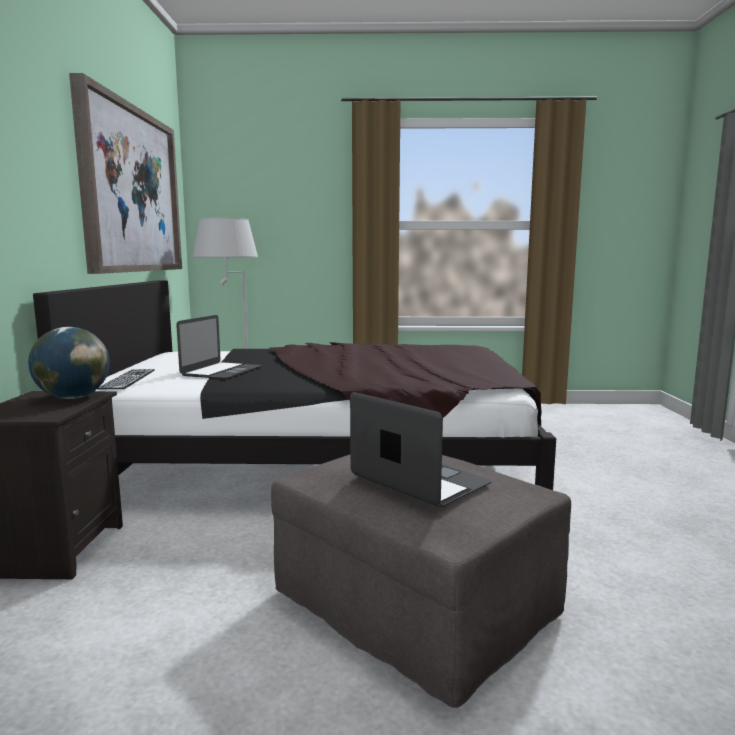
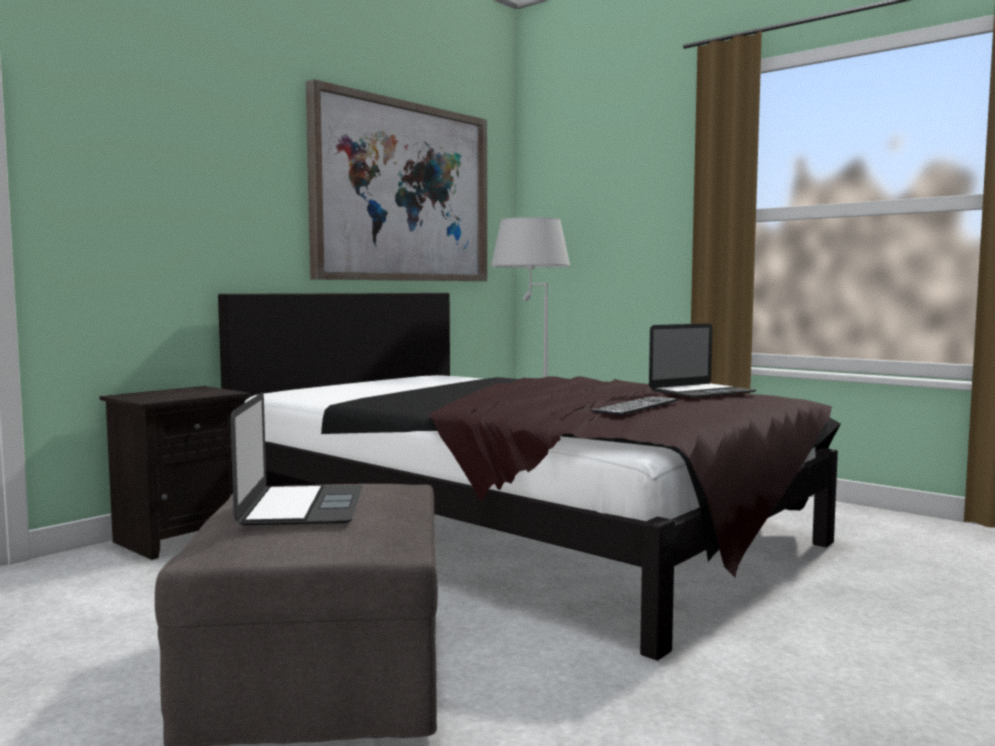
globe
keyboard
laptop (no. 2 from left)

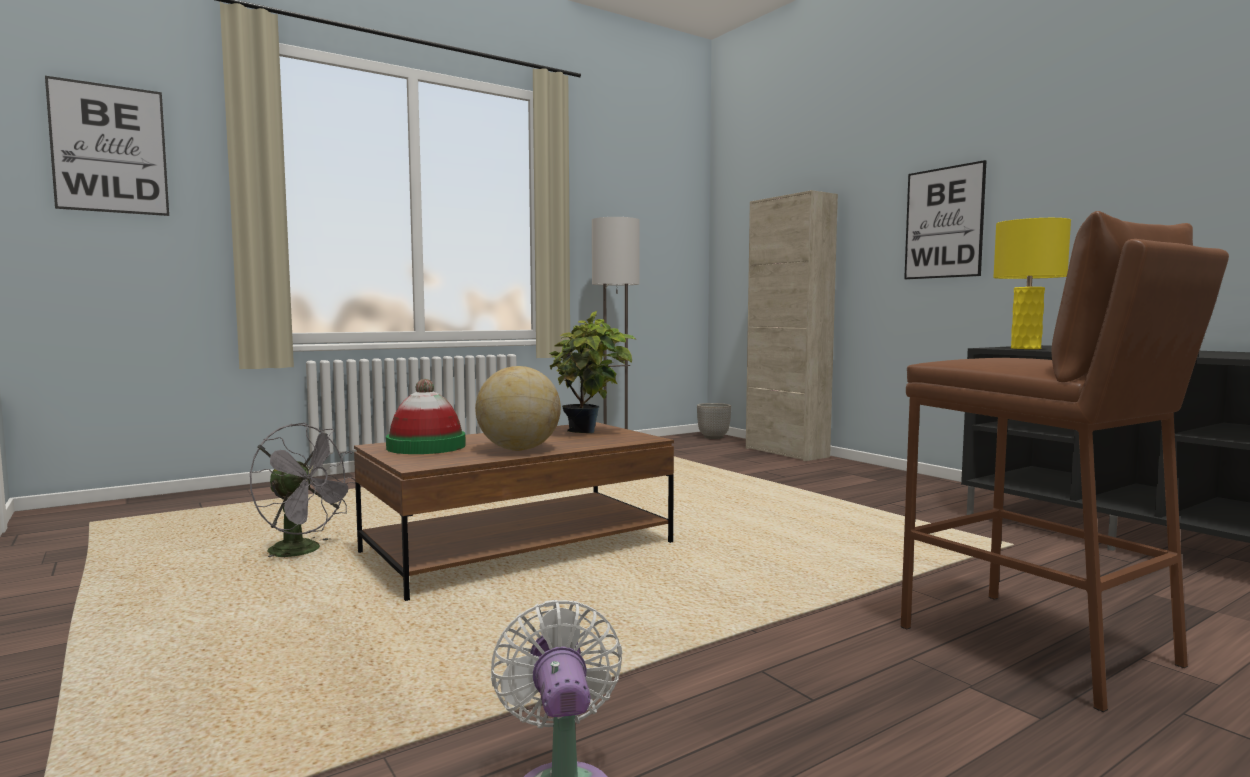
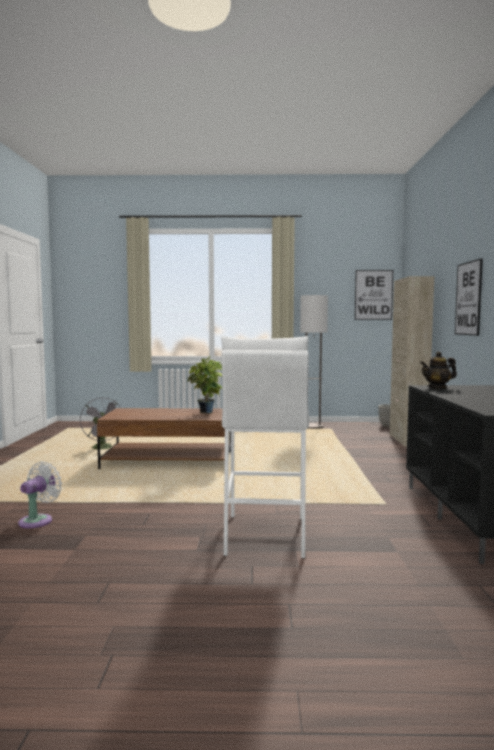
clothing_hat
globe
picture (no. 1 from left)
tea_pot
white_stool

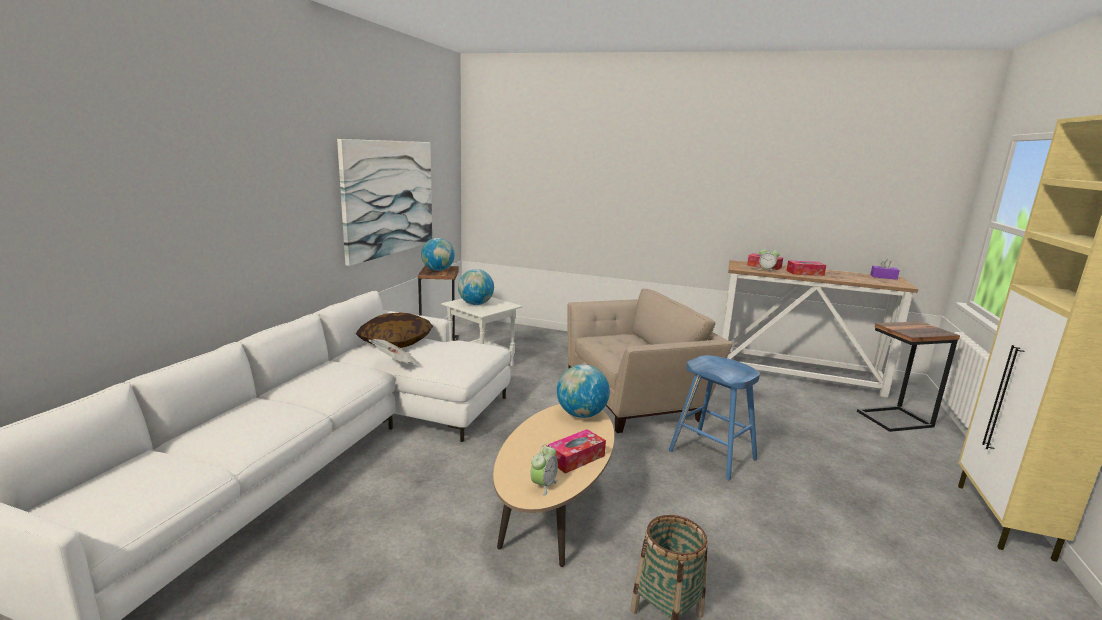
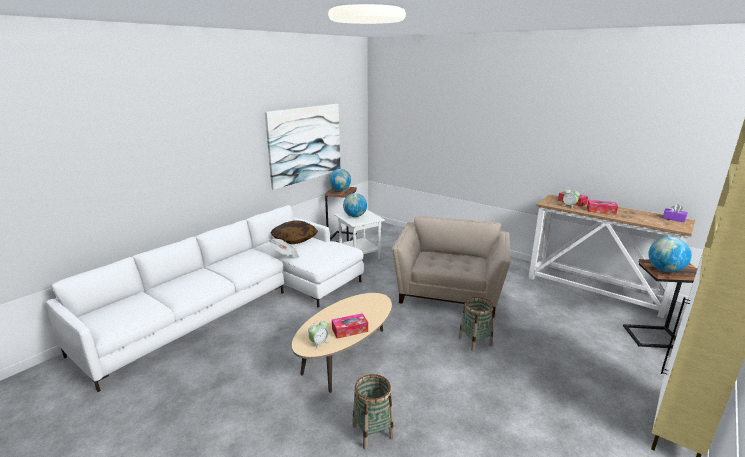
globe (no. 3 from left)
household_basket (no. 2 from left)
sand-coloured_lounge_chair

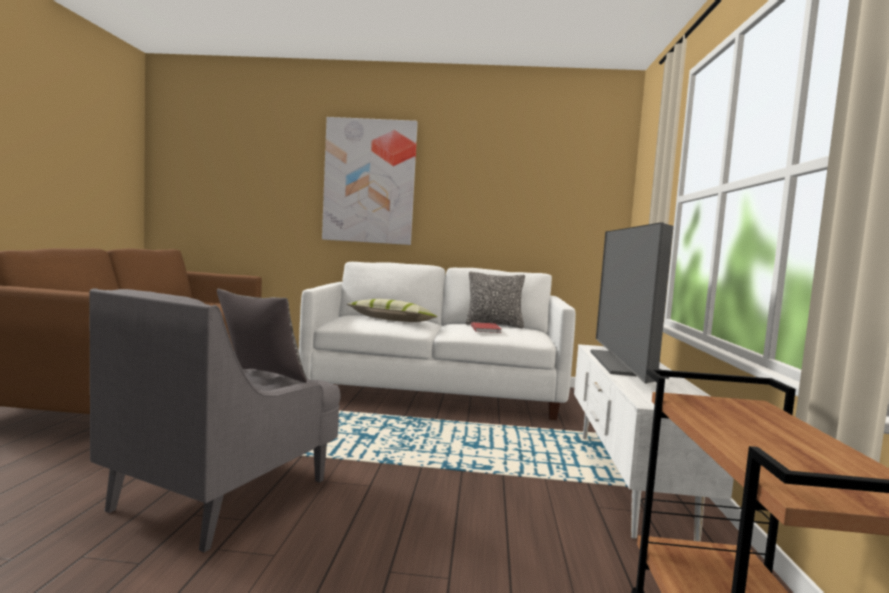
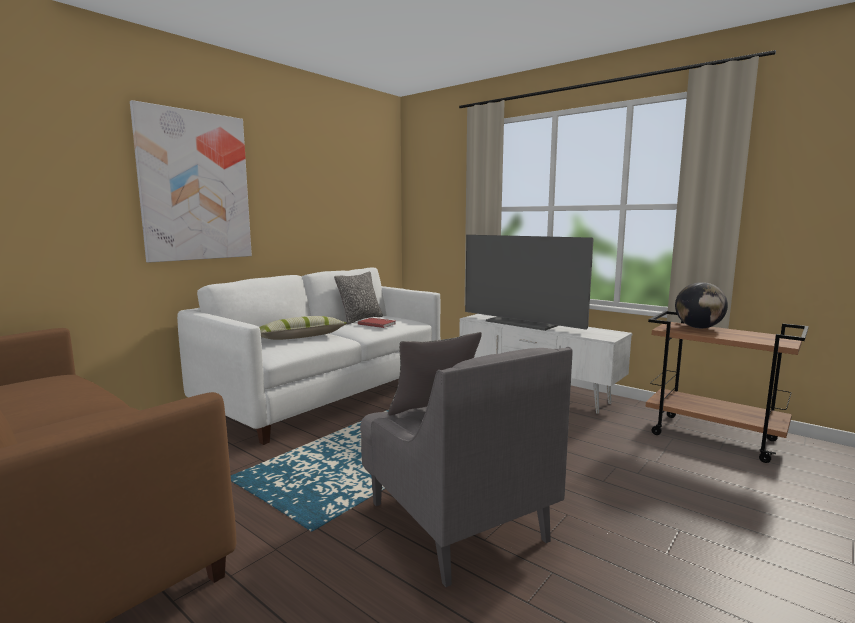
globe

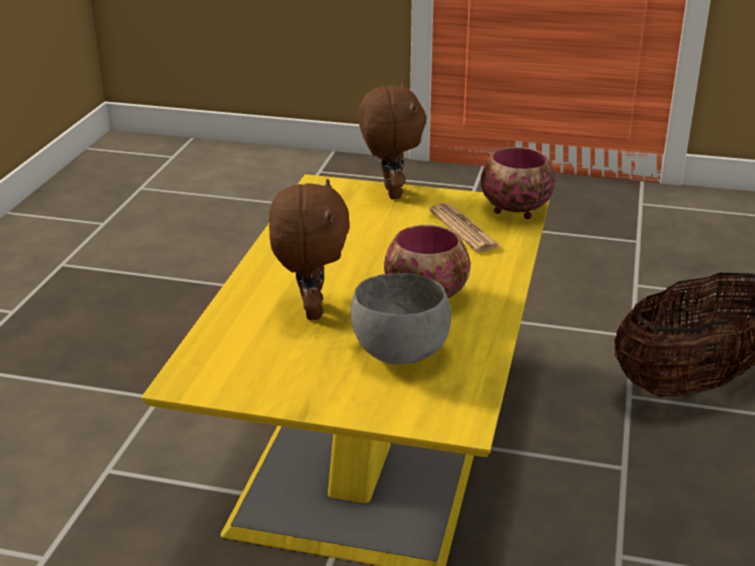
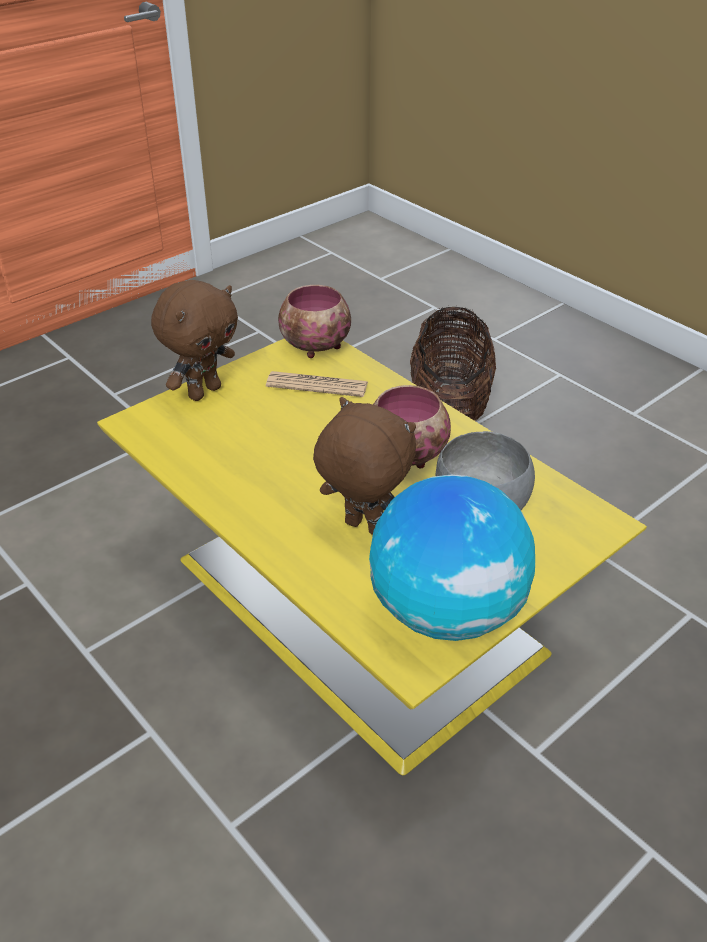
globe
brown-coloured_cuddly_toy (no. 1 from left)

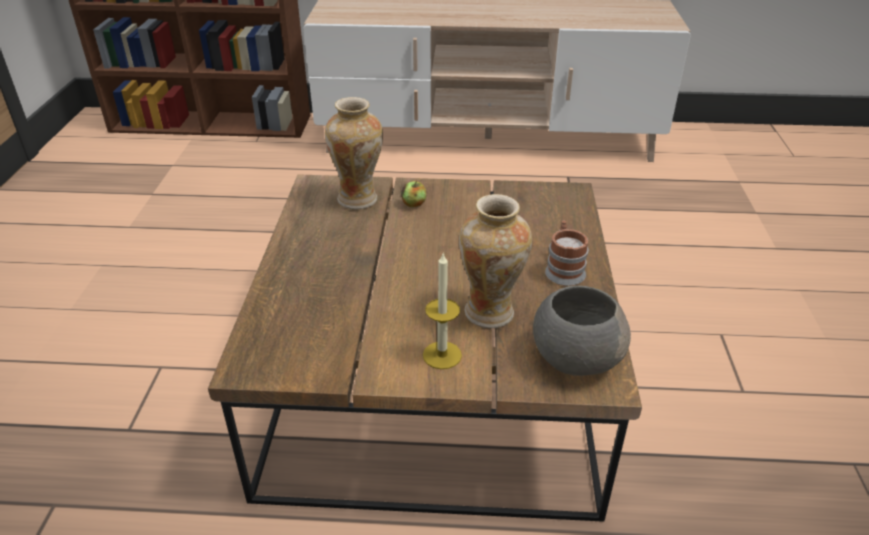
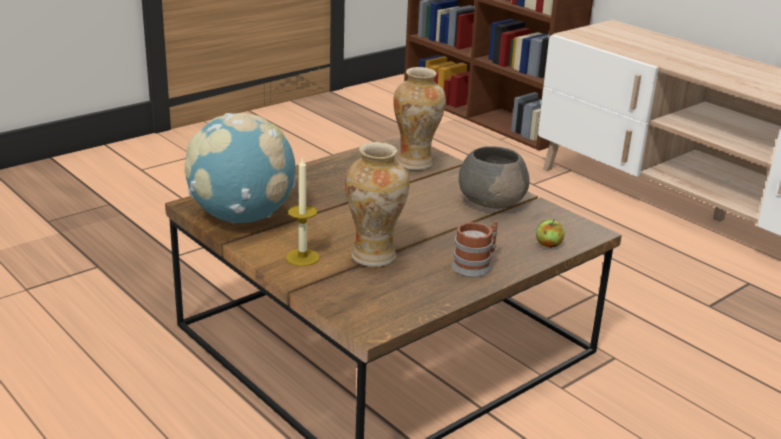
globe
apple_fruit
grey_bowl

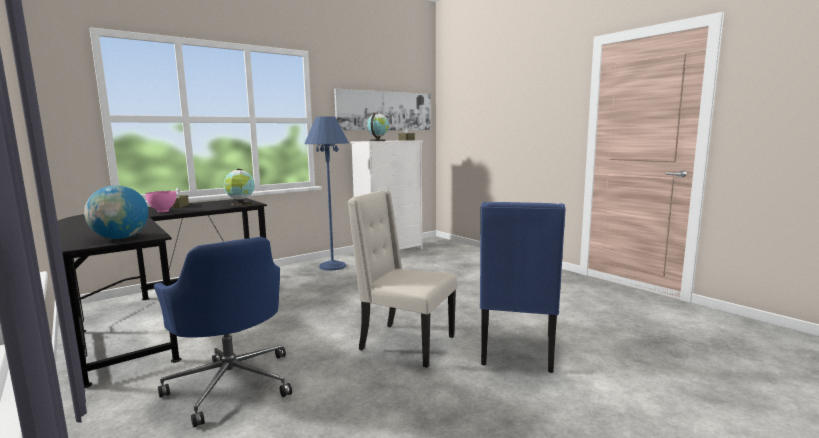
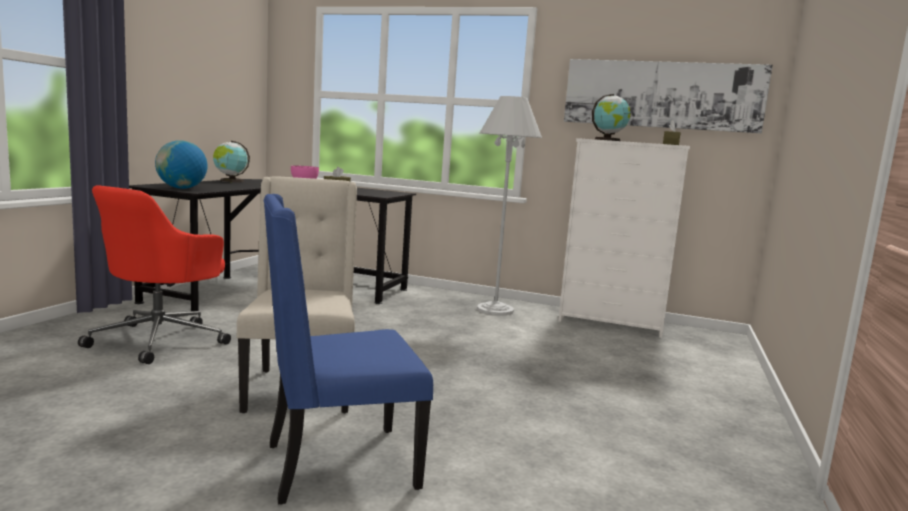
globe (no. 2 from left)
reddish_office_chair
white_floor_lamp

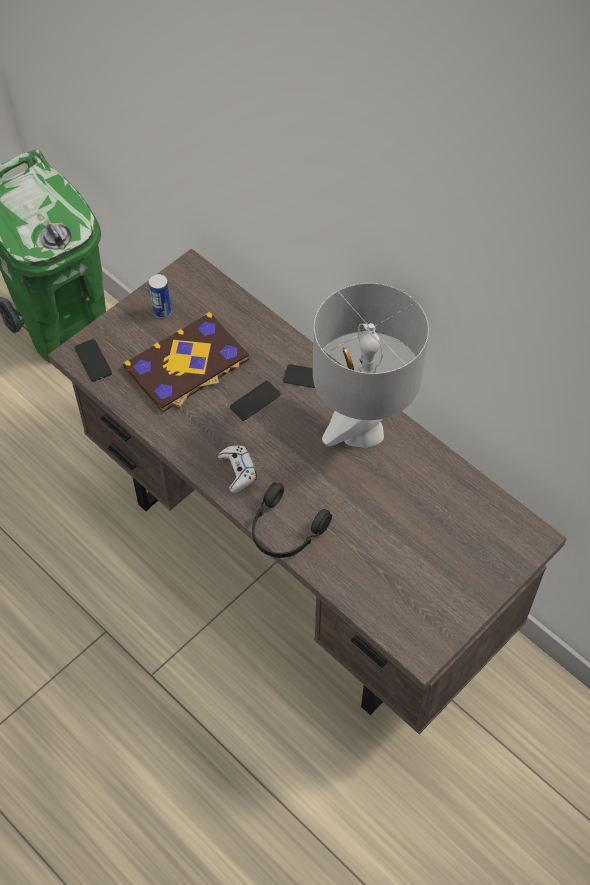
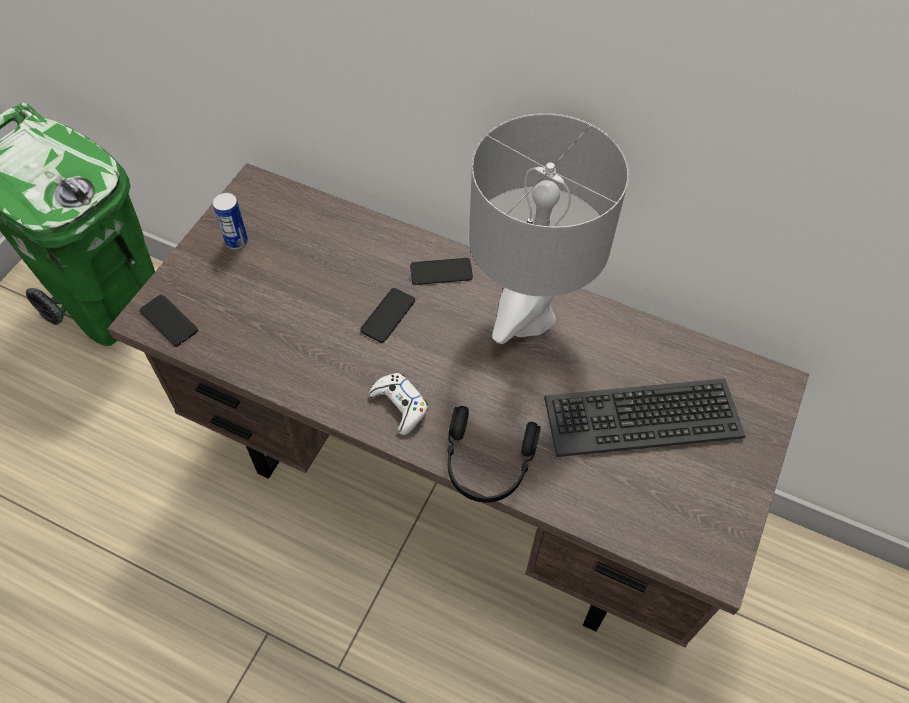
bound_book
keyboard

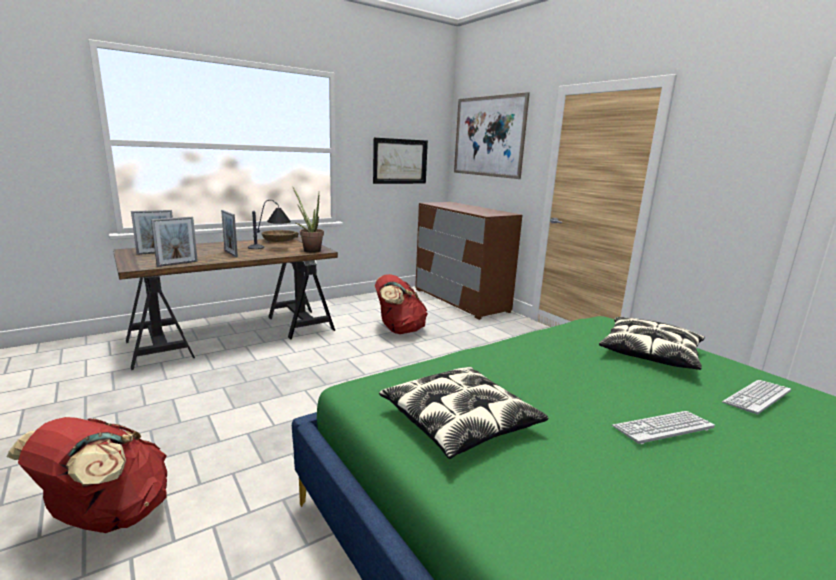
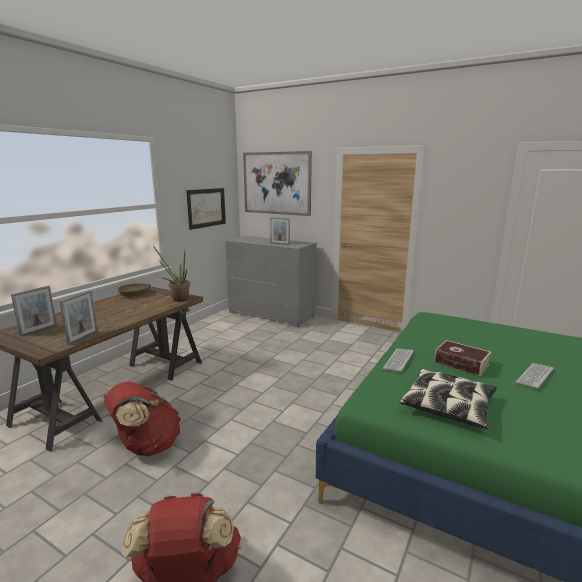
lamp_for_a_table
cushion (no. 2 from left in the first image)
bound_book
picture_frame (no. 3 from left)
reddish_backpack (no. 1 from left)
keyboard (no. 1 from left)
grey_drawer_chest

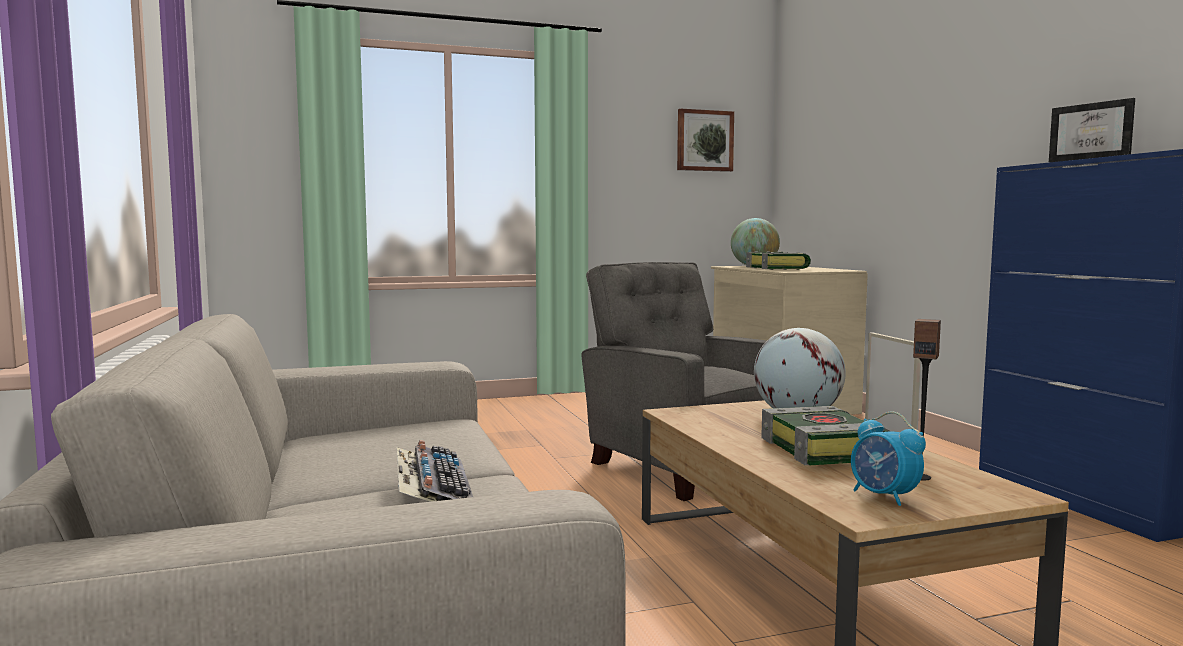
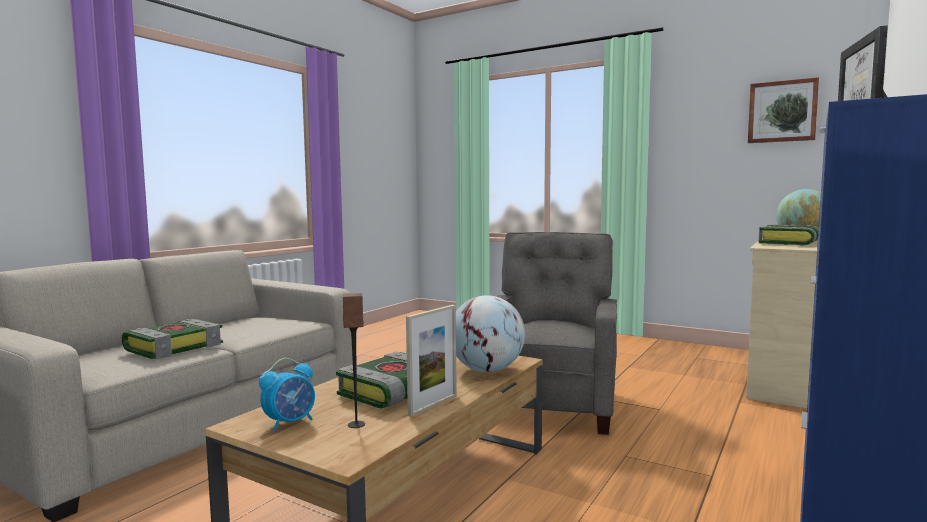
bound_book (no. 1 from left)
table_clock

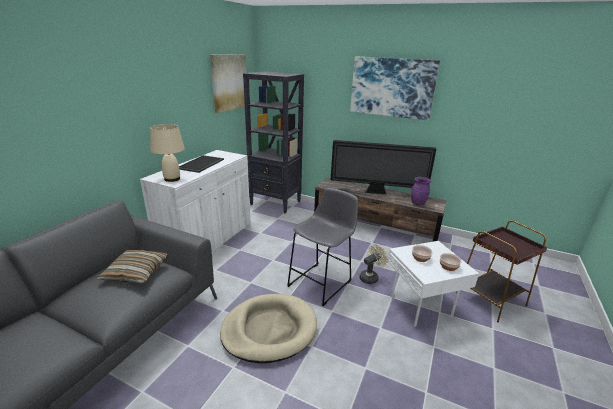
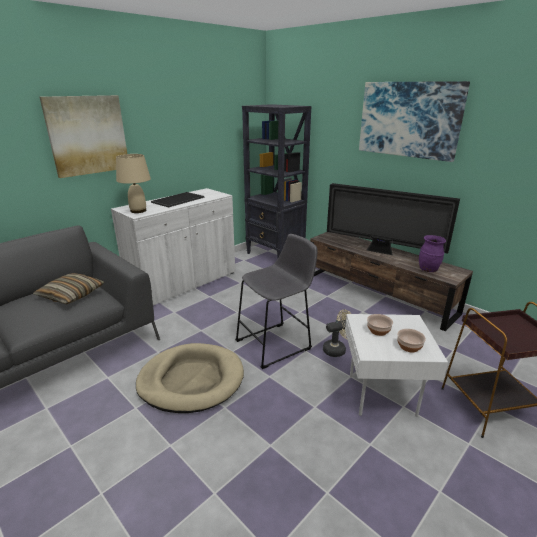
picture (no. 1 from left)

